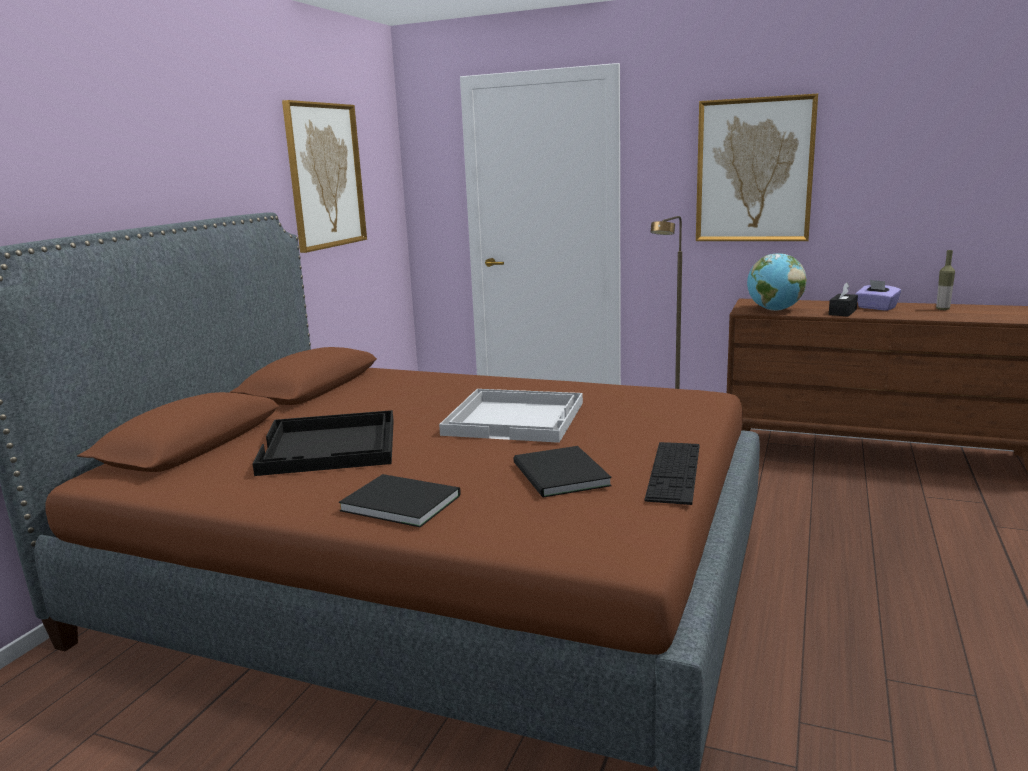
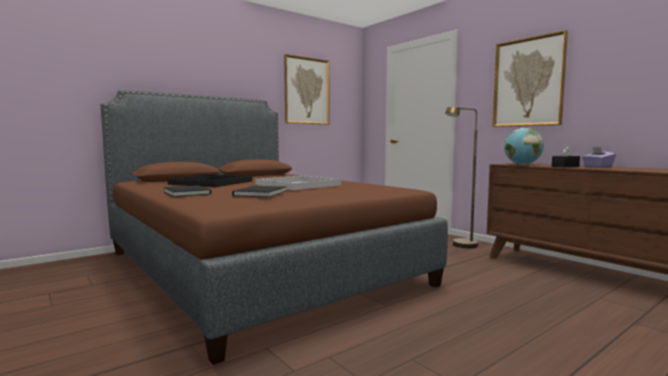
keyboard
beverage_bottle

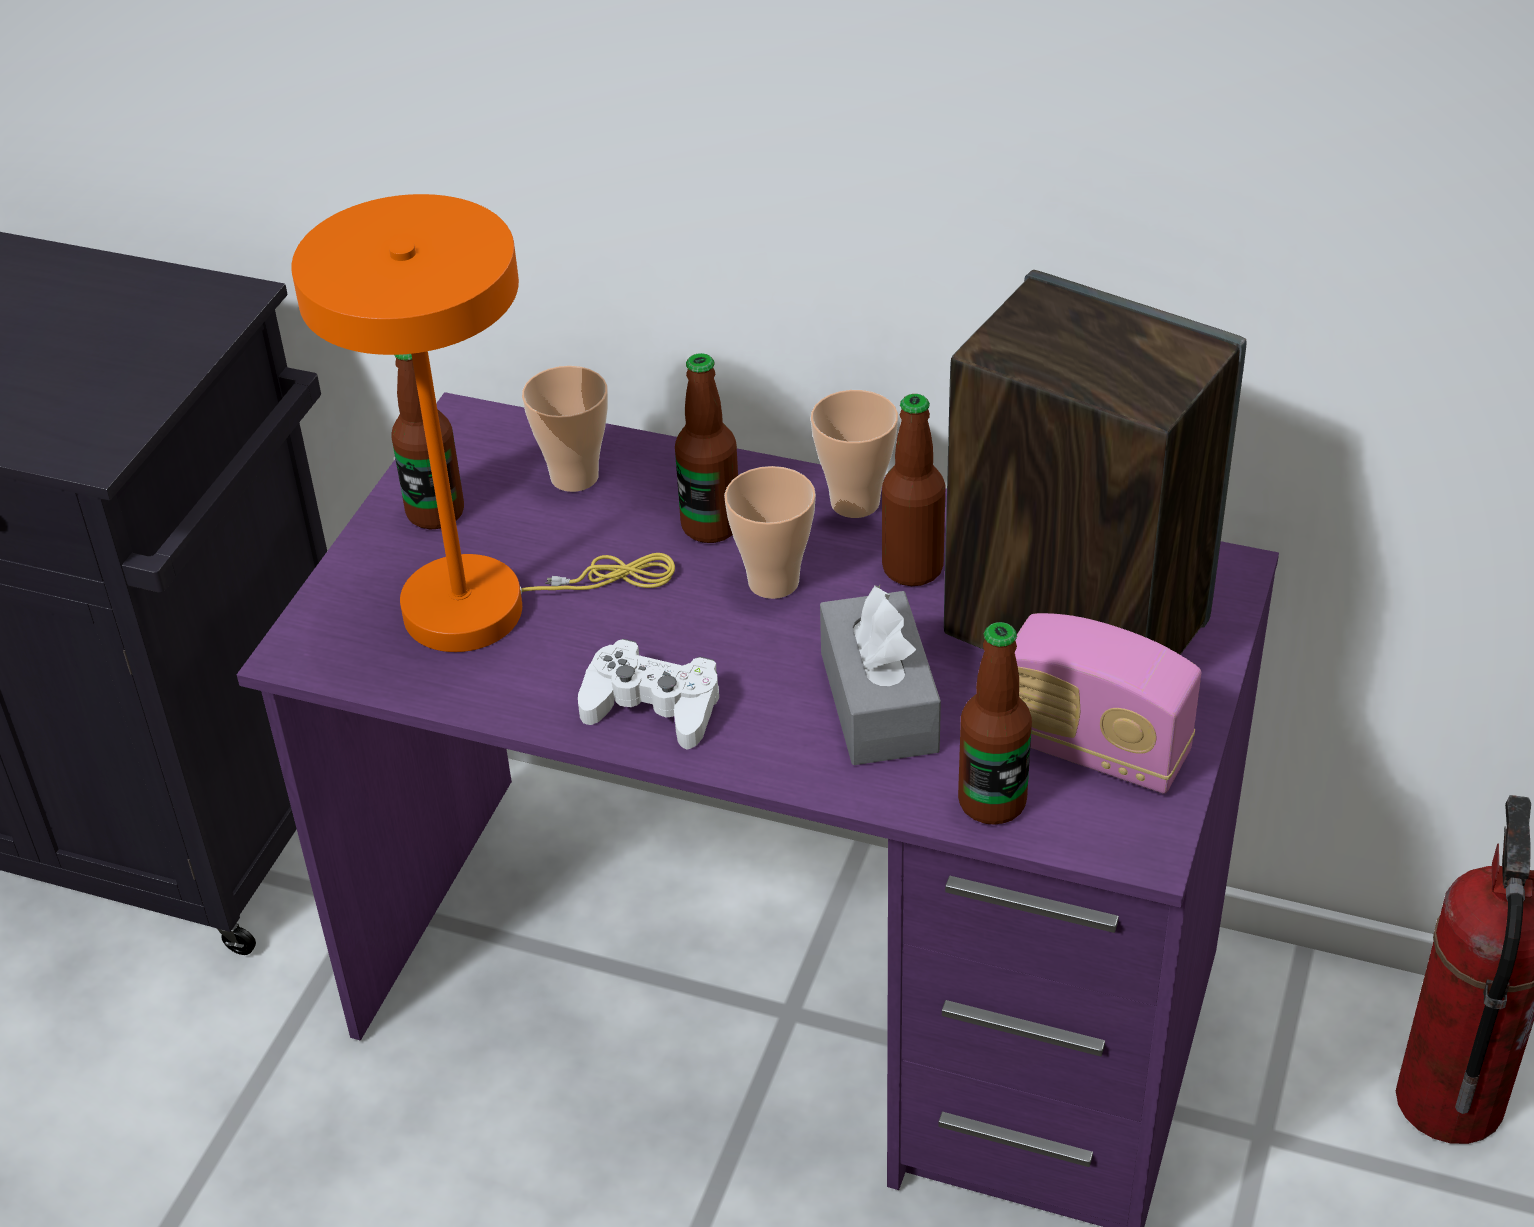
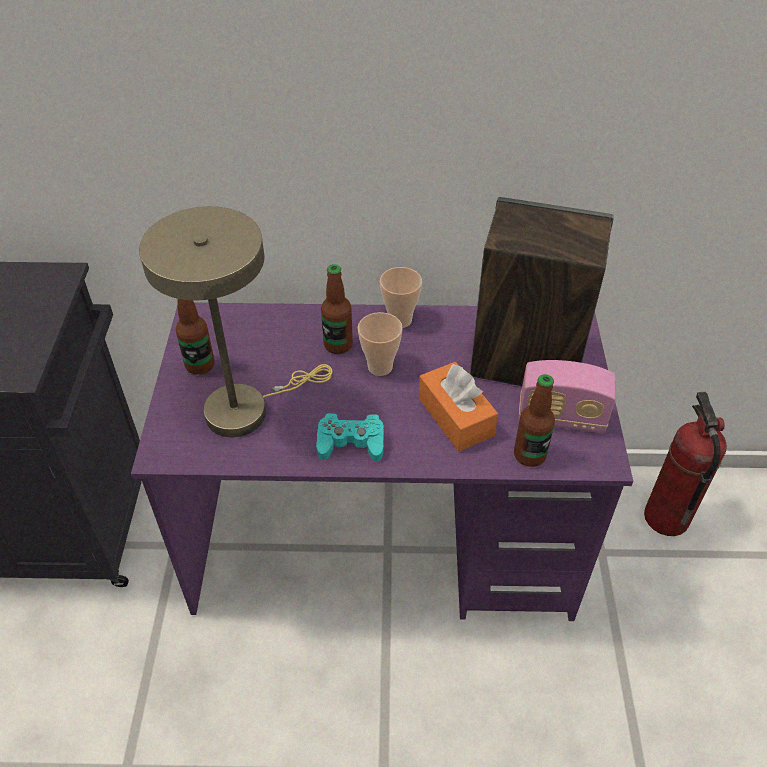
cup (no. 1 from left in the first image)
beverage_bottle (no. 3 from left in the first image)
sand-coloured_lamp_for_a_table
blue-green_joypad
orange-coloured_box_of_tissues

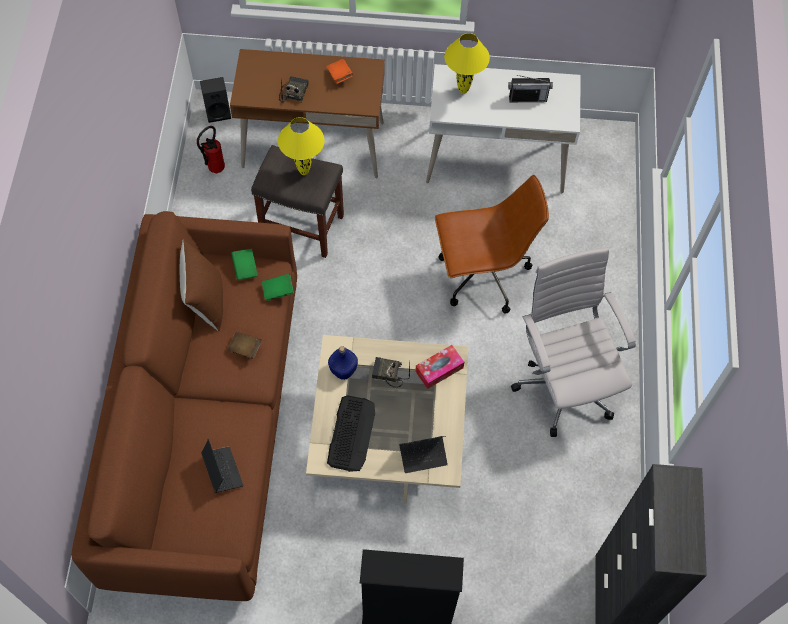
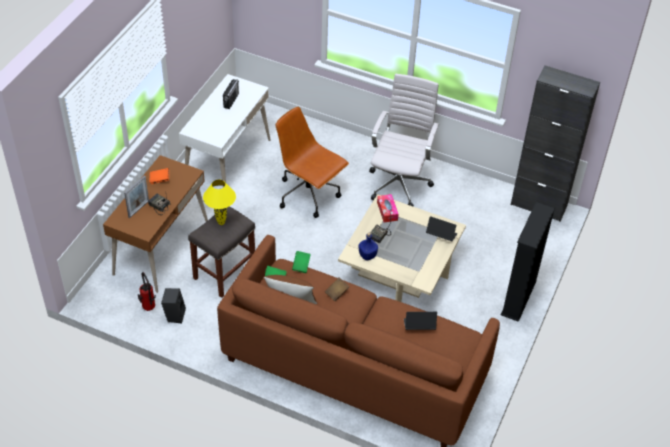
keyboard
yellow-coloured_lamp_for_a_table (no. 2 from left in the first image)
picture_frame
blackish_speaker
laptop (no. 2 from left)
brown-coloured_office_chair
white_office_chair

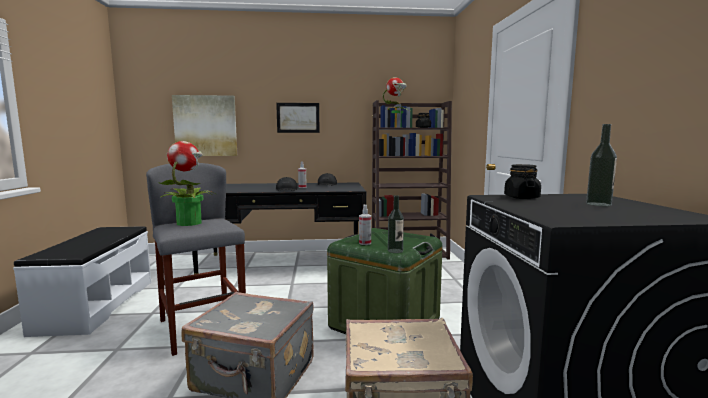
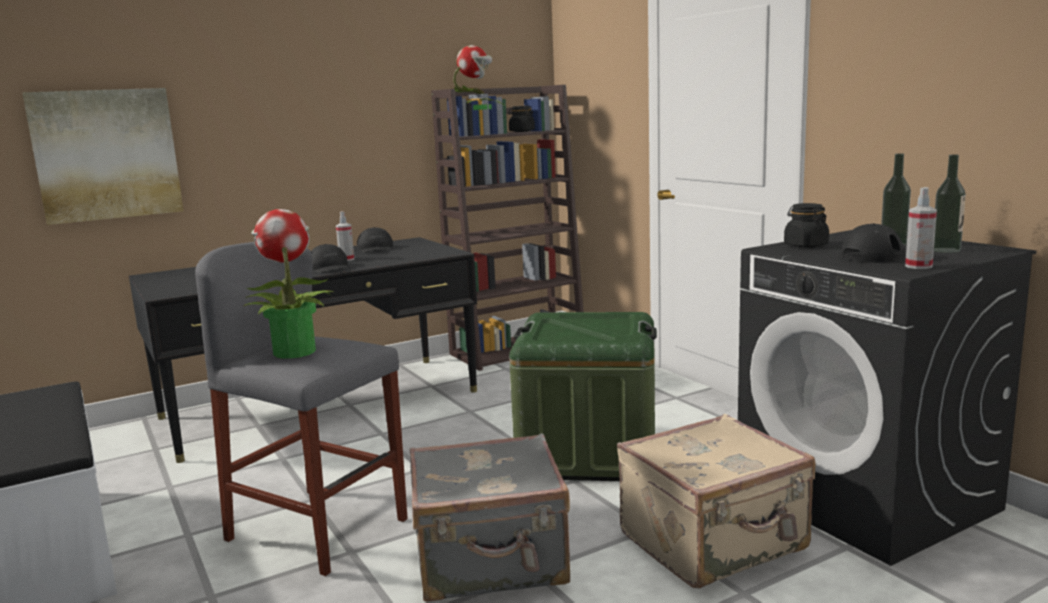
picture (no. 2 from left in the first image)
blackish_peaked_cap (no. 3 from left)
spray_bottle (no. 2 from left)
beverage_bottle (no. 2 from left)

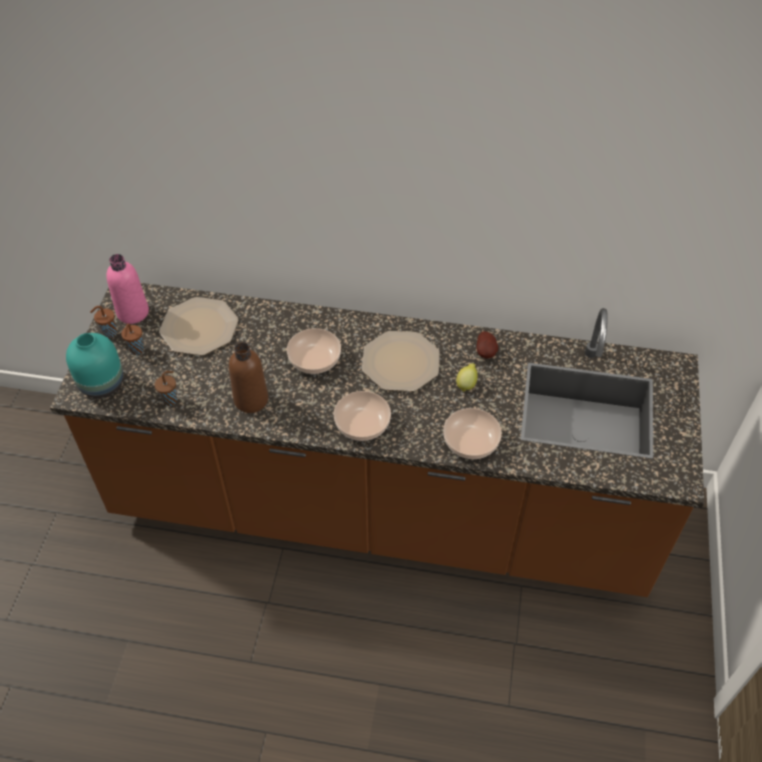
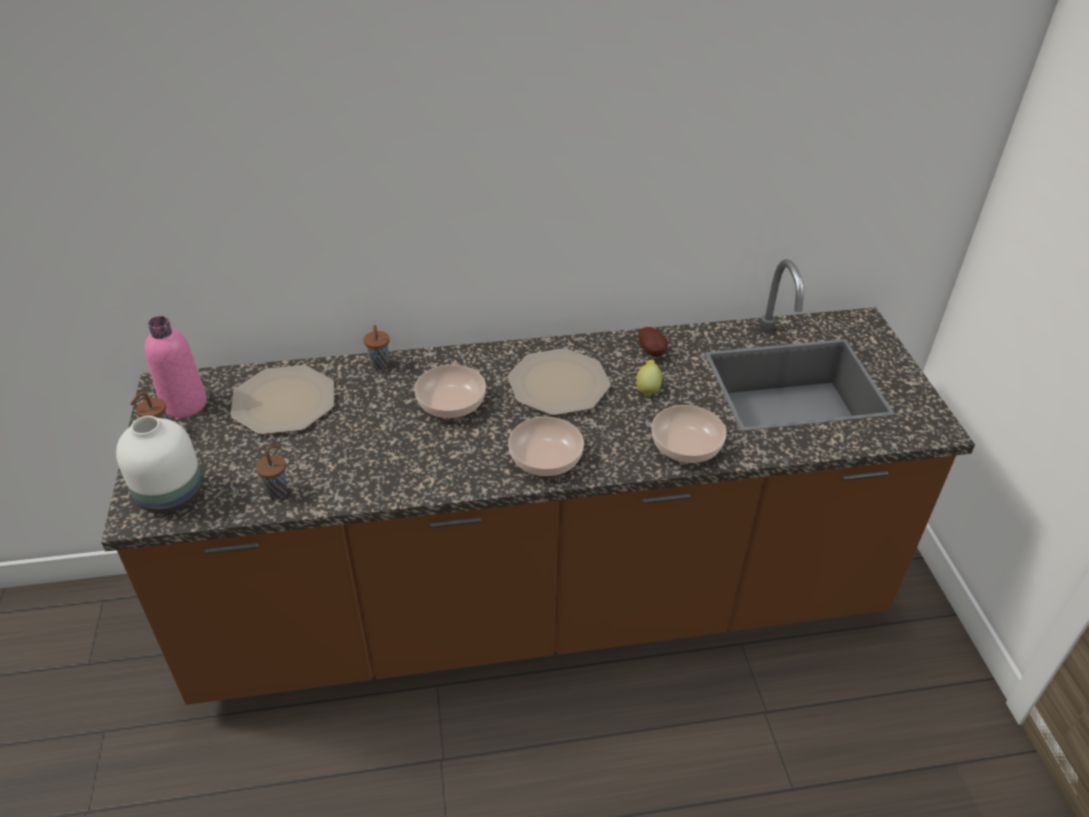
brown-coloured_beverage_bottle
brown-coloured_cup (no. 3 from left)
white_vase

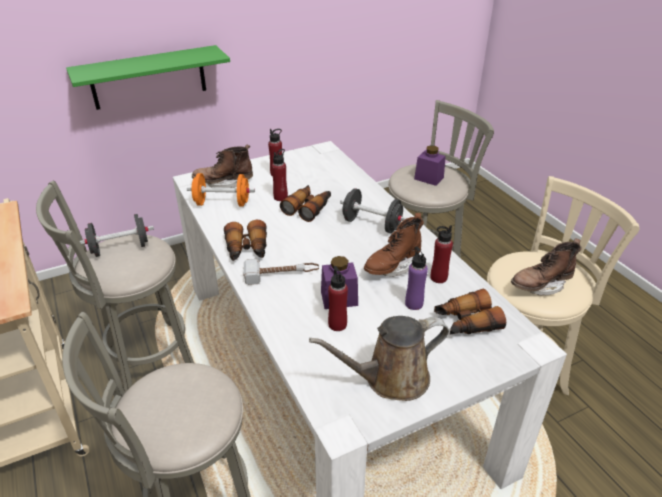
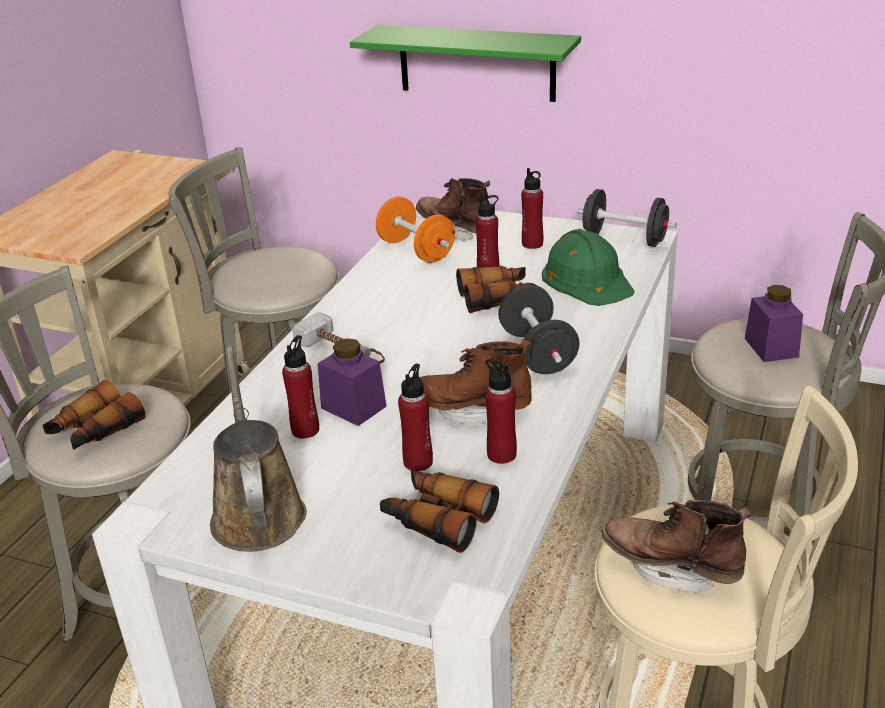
greenish_work_helmet
blackish_free_weight (no. 2 from left)
binoculars (no. 1 from left)
reddish_beverage_bottle (no. 2 from left)
brown-coloured_watering_pot

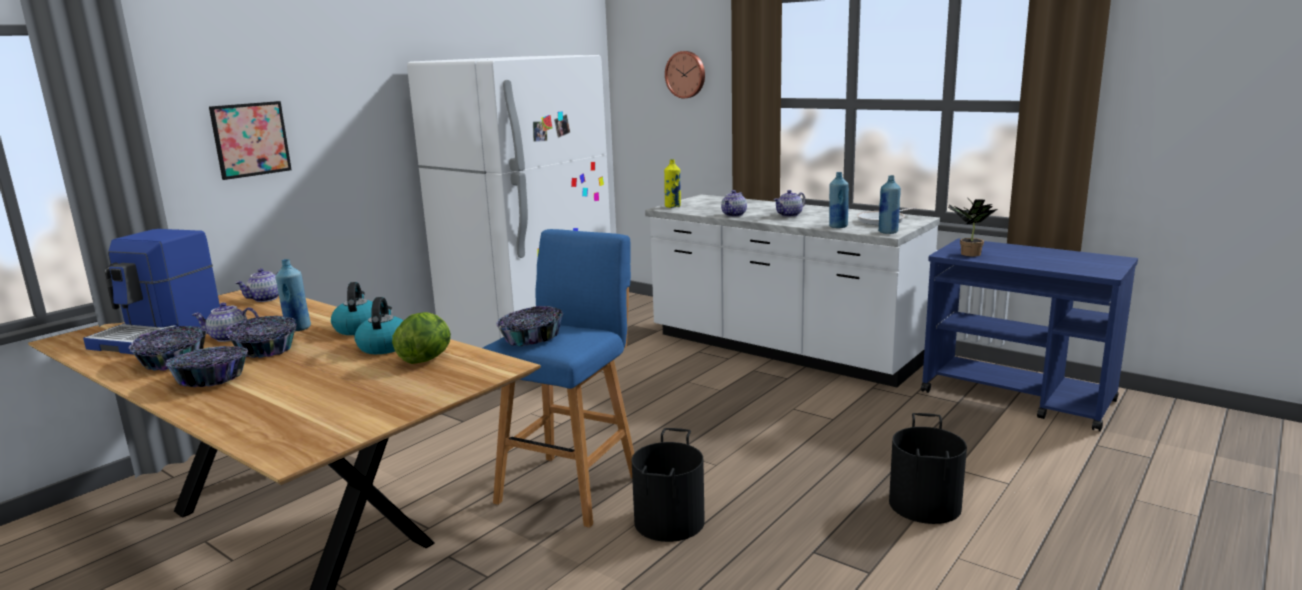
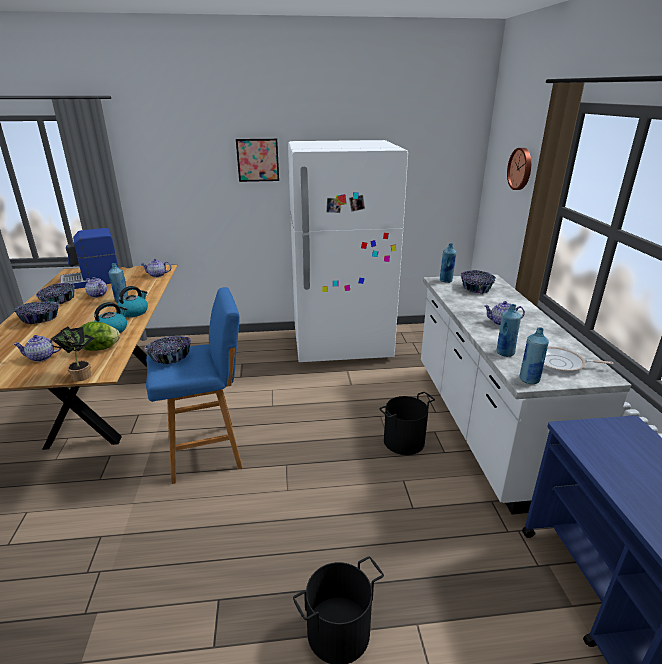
picture
bowl (no. 4 from left)
blackish_water_bucket (no. 2 from left)
tea_pot (no. 1 from left)
plant_in_a_pot
blue-coloured_beverage_bottle (no. 2 from left)

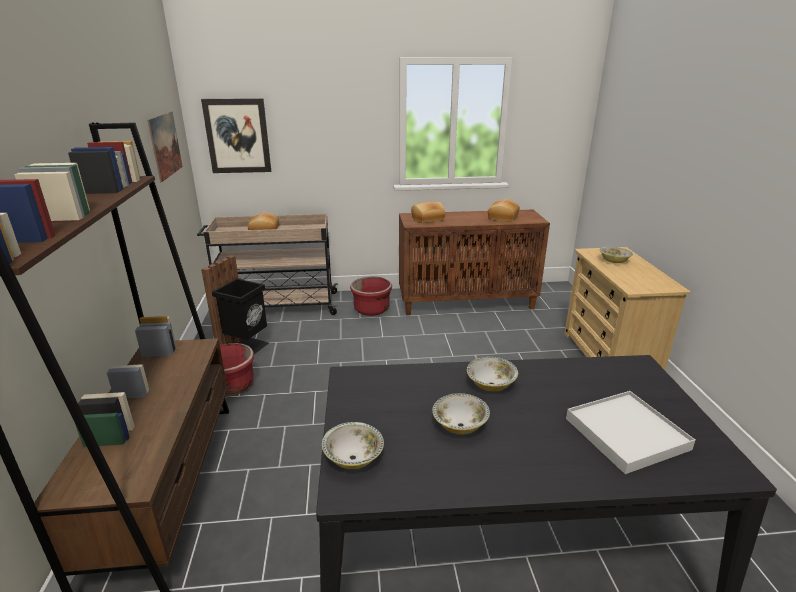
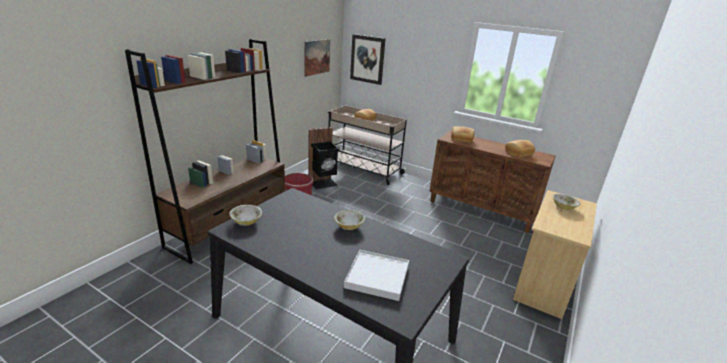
reddish_planter (no. 2 from left in the first image)
bowl (no. 2 from left in the first image)

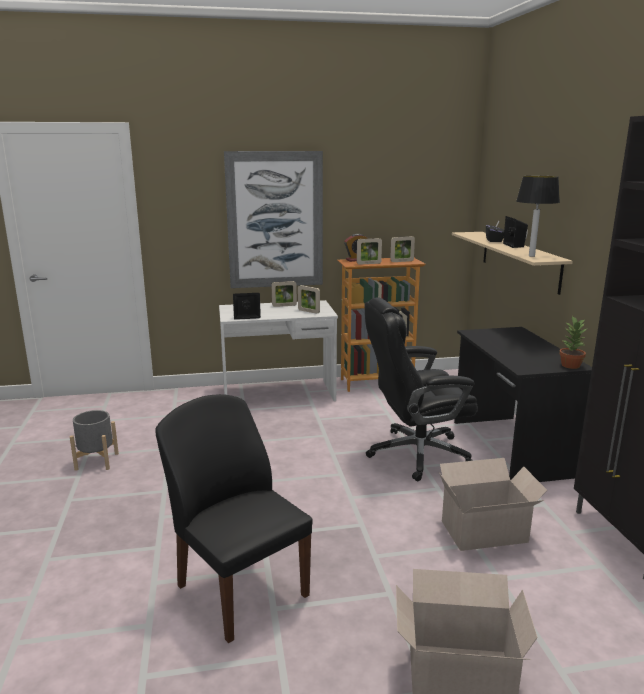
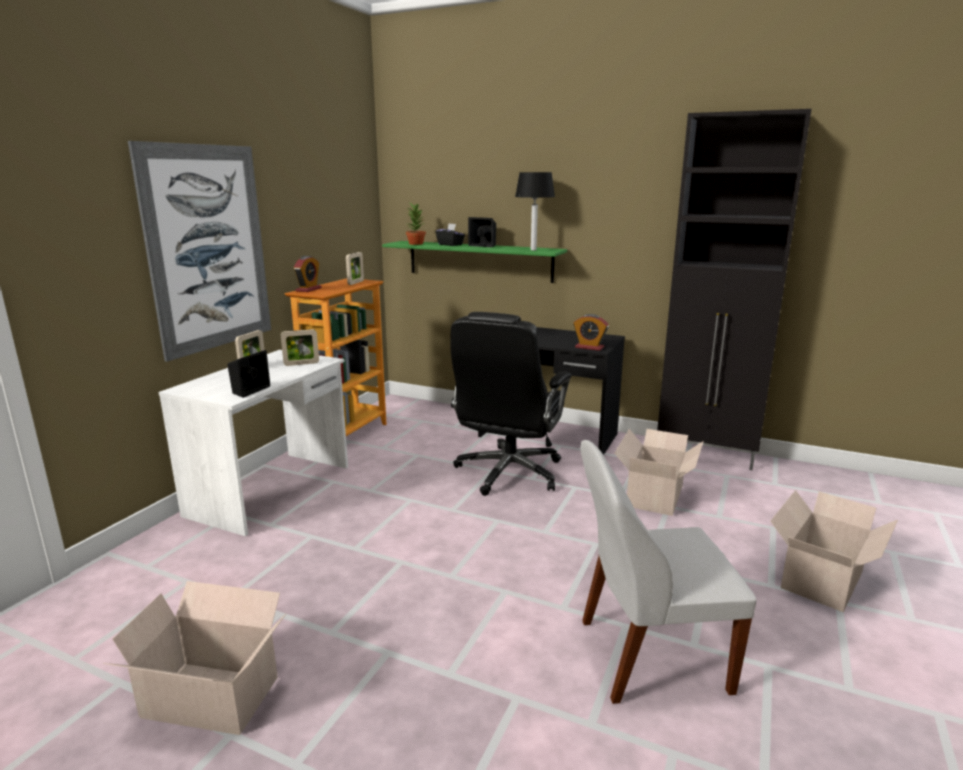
picture_frame (no. 3 from left in the first image)
table_clock (no. 2 from left)
plant_in_a_pot
carton (no. 1 from left)
white_chair
greenish_shelf

